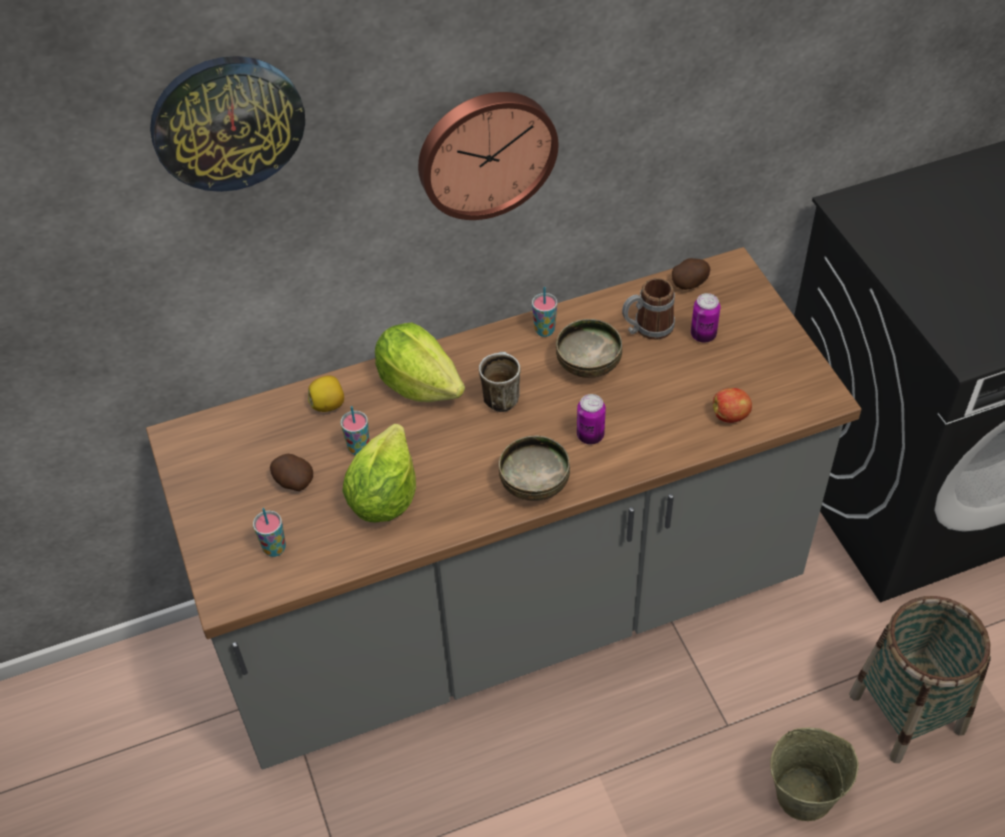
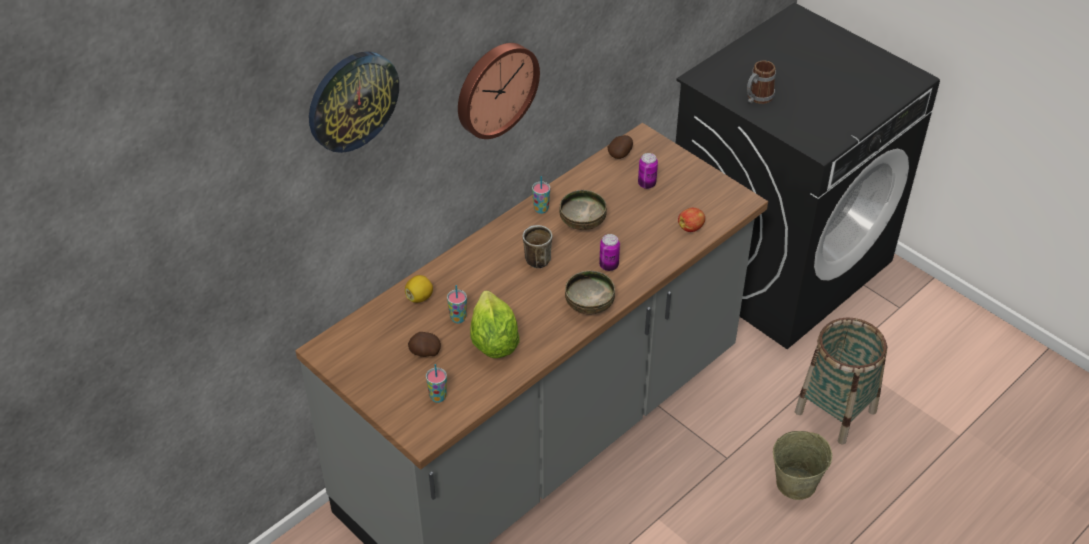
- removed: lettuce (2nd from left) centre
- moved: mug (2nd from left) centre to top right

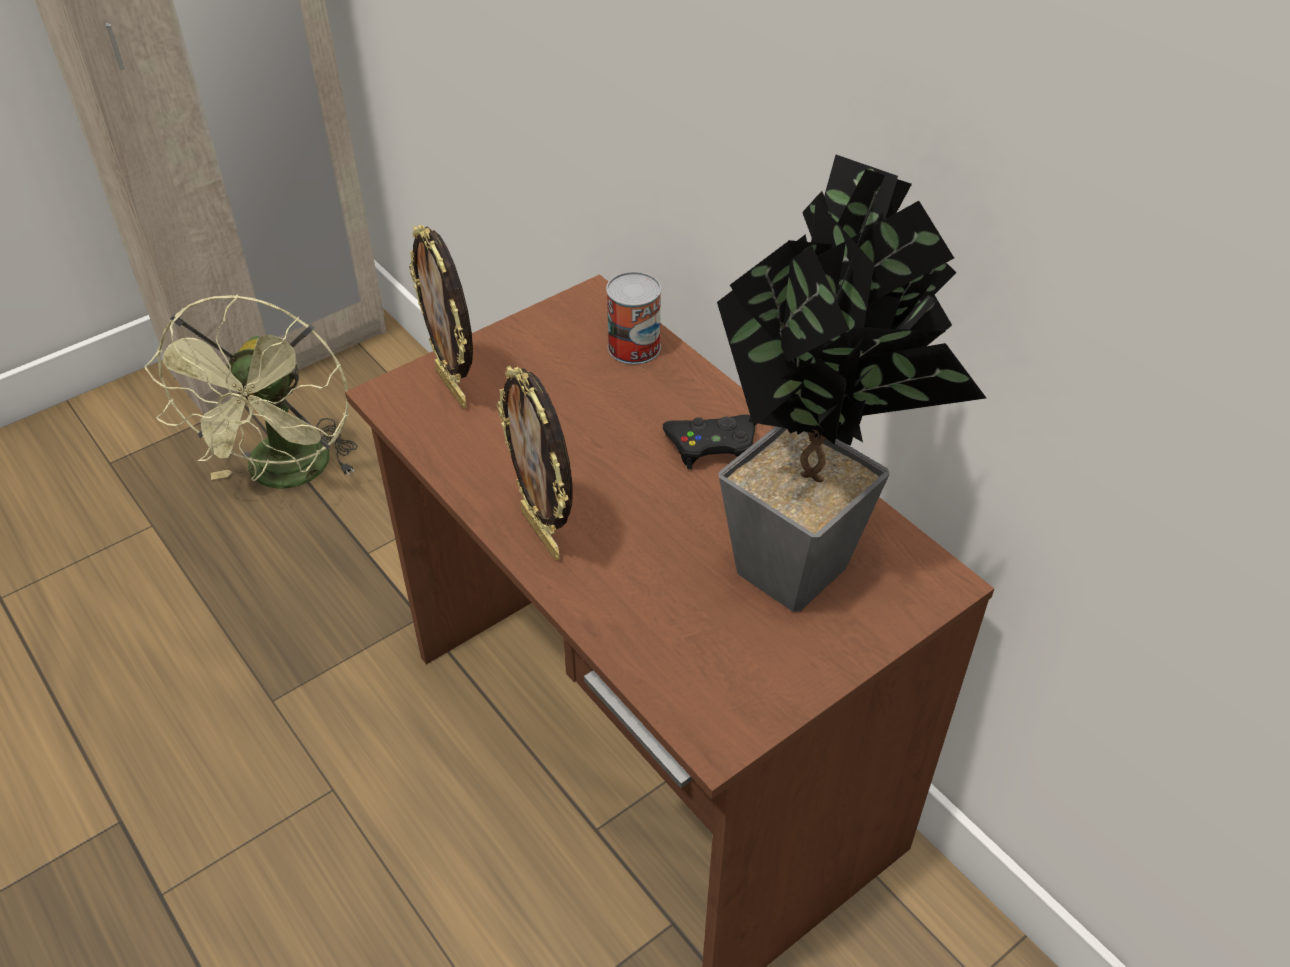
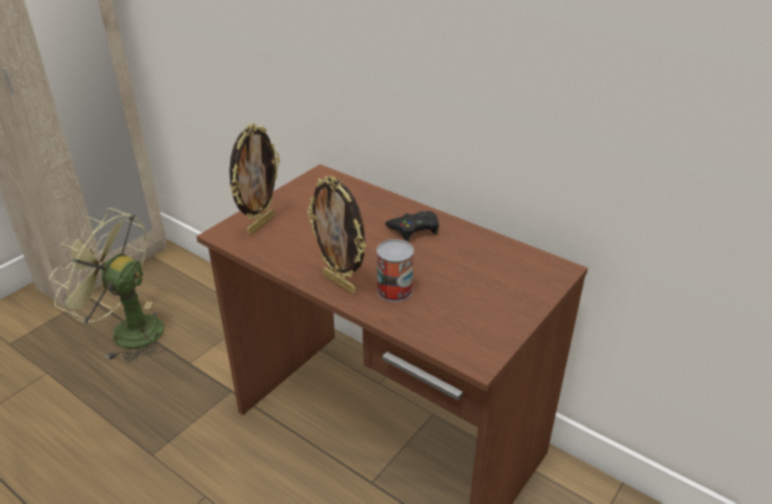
- removed: potted plant centre
- moved: can top centre to centre
- turned: green fan middle left = middle left 120 degrees clockwise
- turned: picture frame (1st from left) top centre = middle left 105 degrees counterclockwise

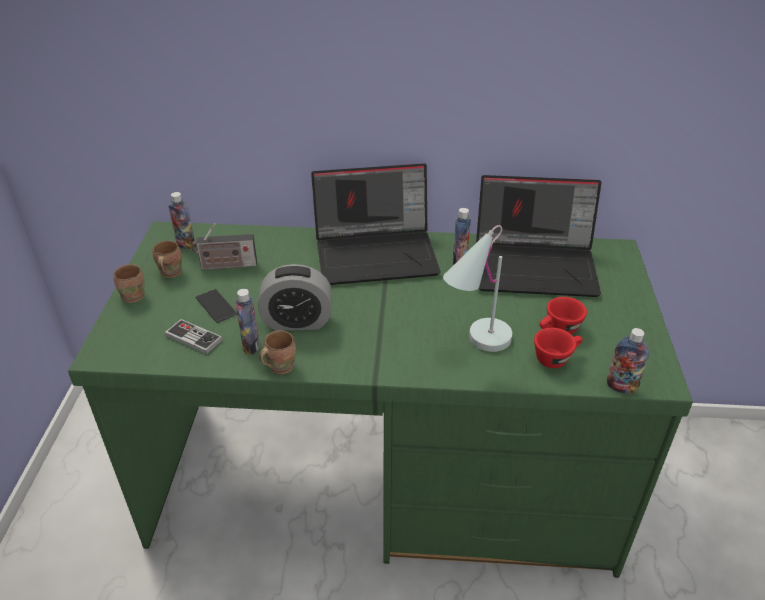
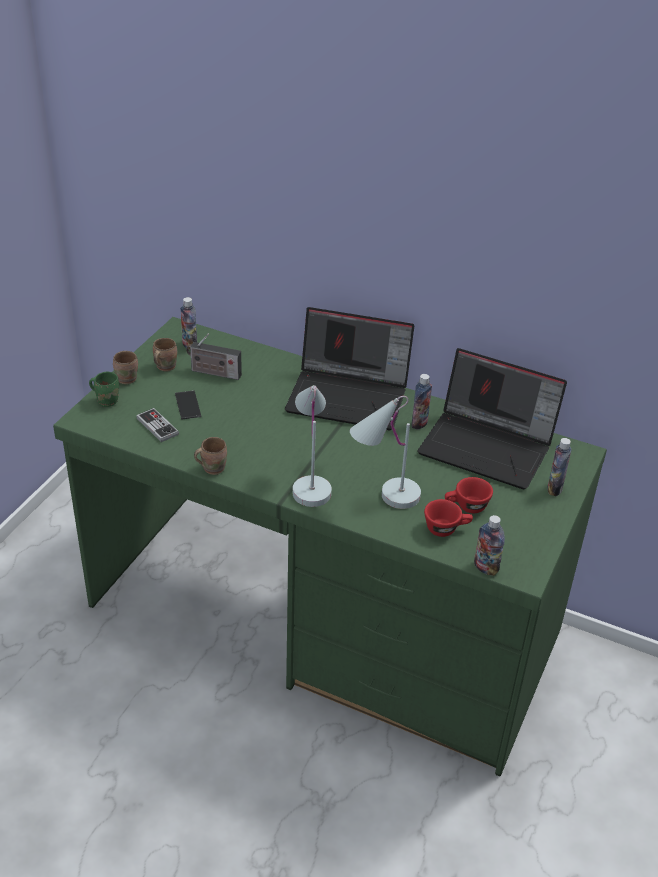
- removed: alarm clock centre
- added: green mug middle left
- added: white table lamp (1st from left) centre
- moved: bottle (2nd from left in the first image) middle left to bottle (4th from left) middle right

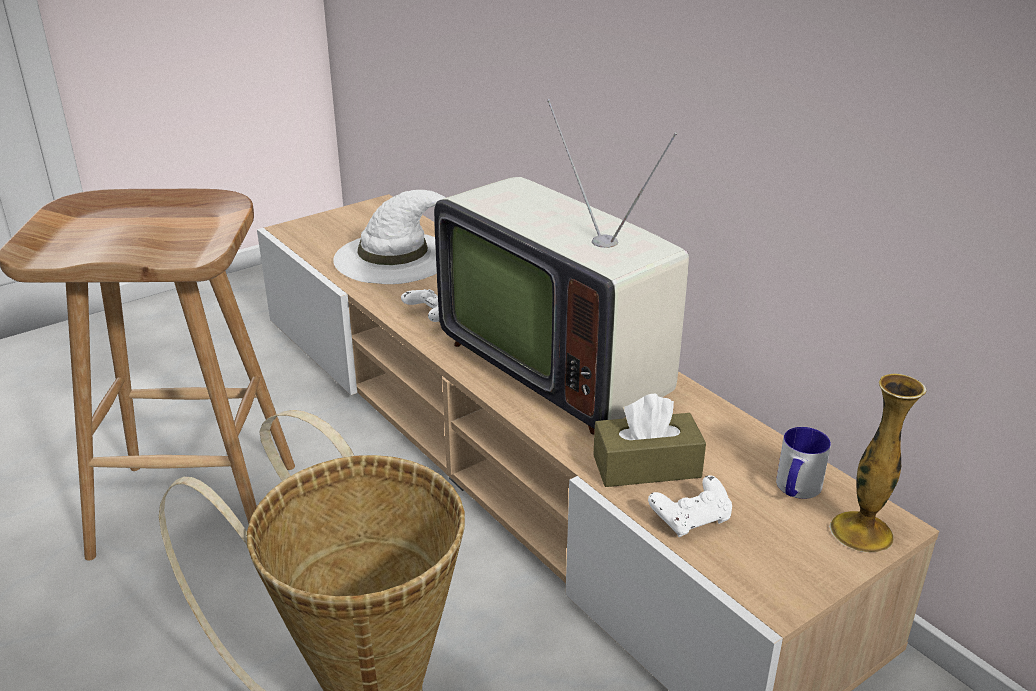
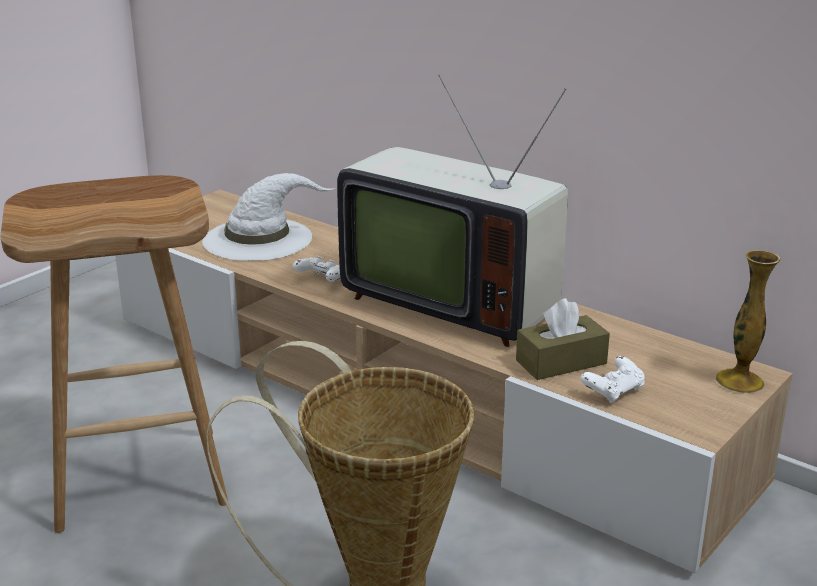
- removed: mug bottom right

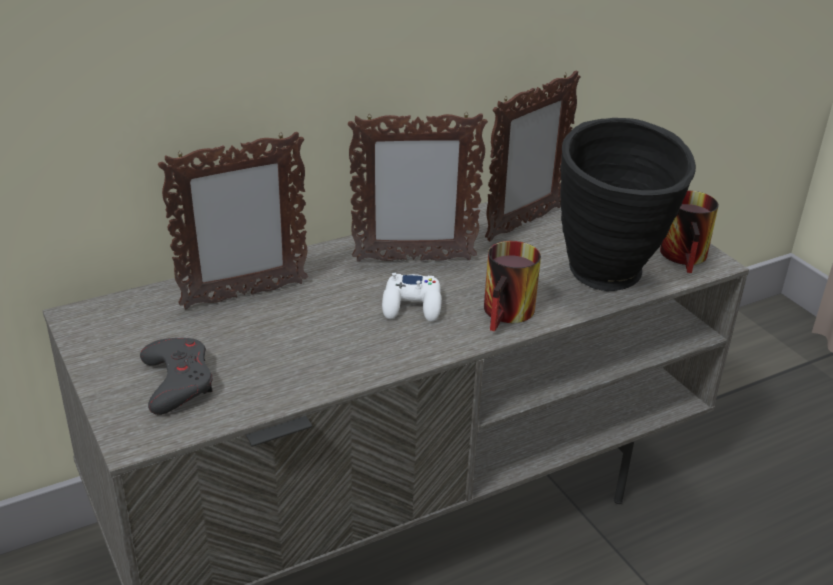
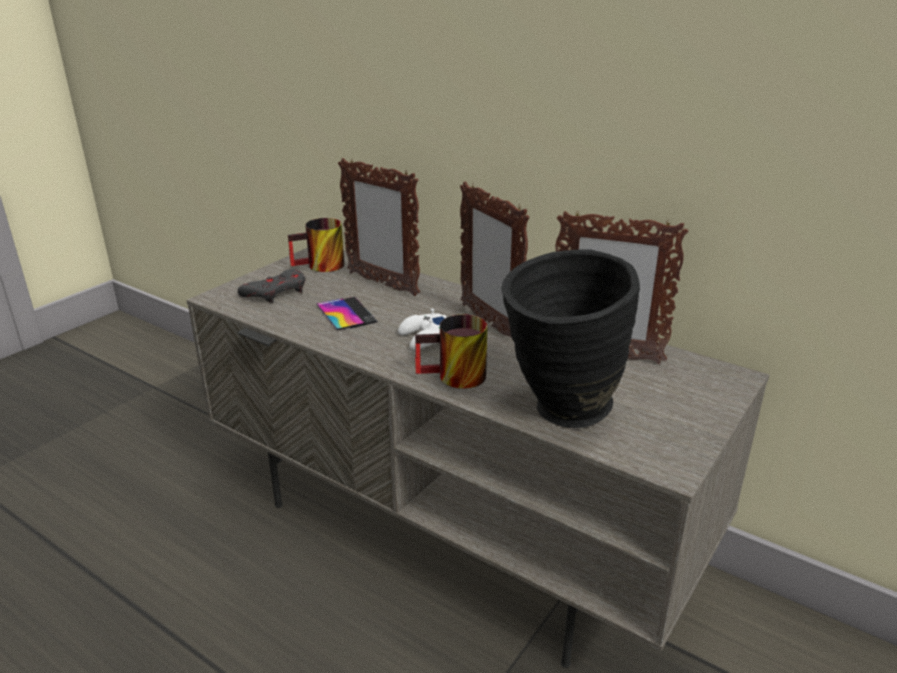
- added: phone centre
- moved: mug (2nd from left in the first image) middle right to mug (1st from left) centre

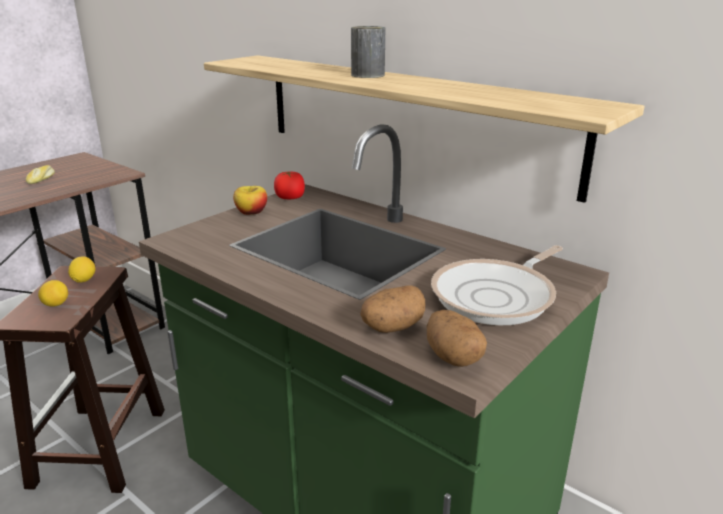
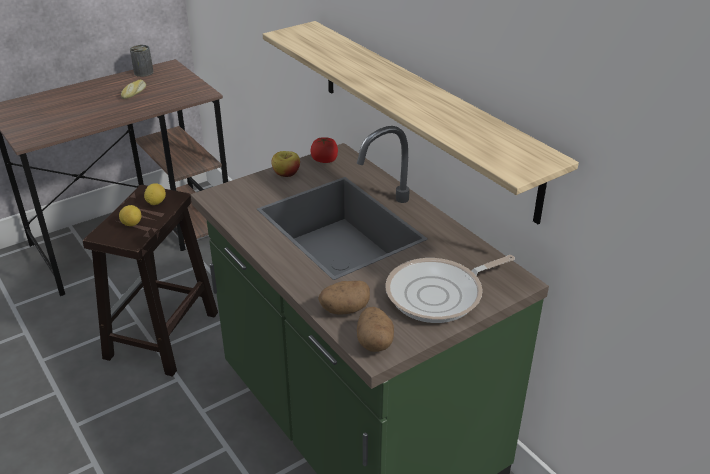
- moved: can top centre to top left

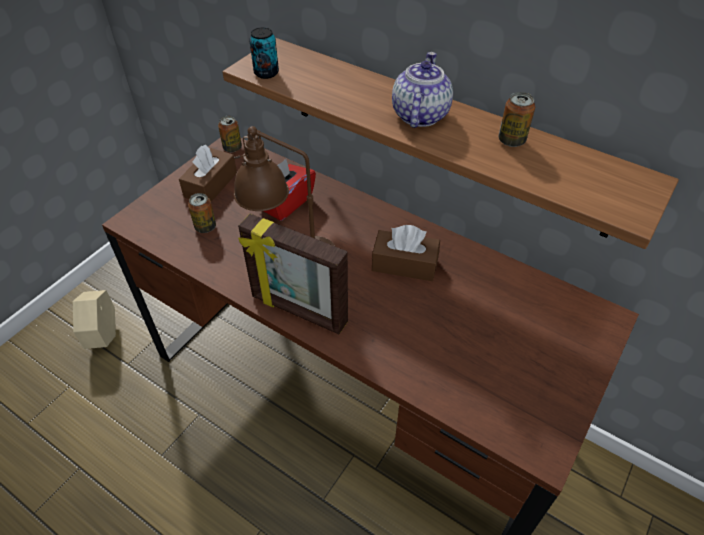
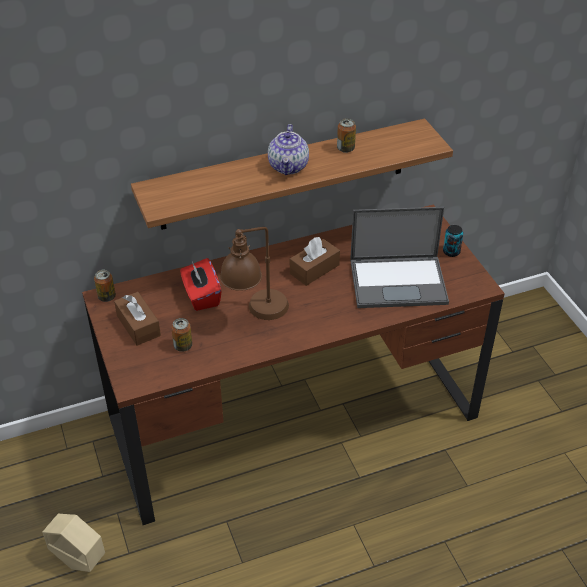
- removed: picture frame centre
- added: laptop middle right
- moved: can (3rd from left in the first image) top centre to can (4th from left) middle right
- turned: teapot top centre = top centre 135 degrees counterclockwise

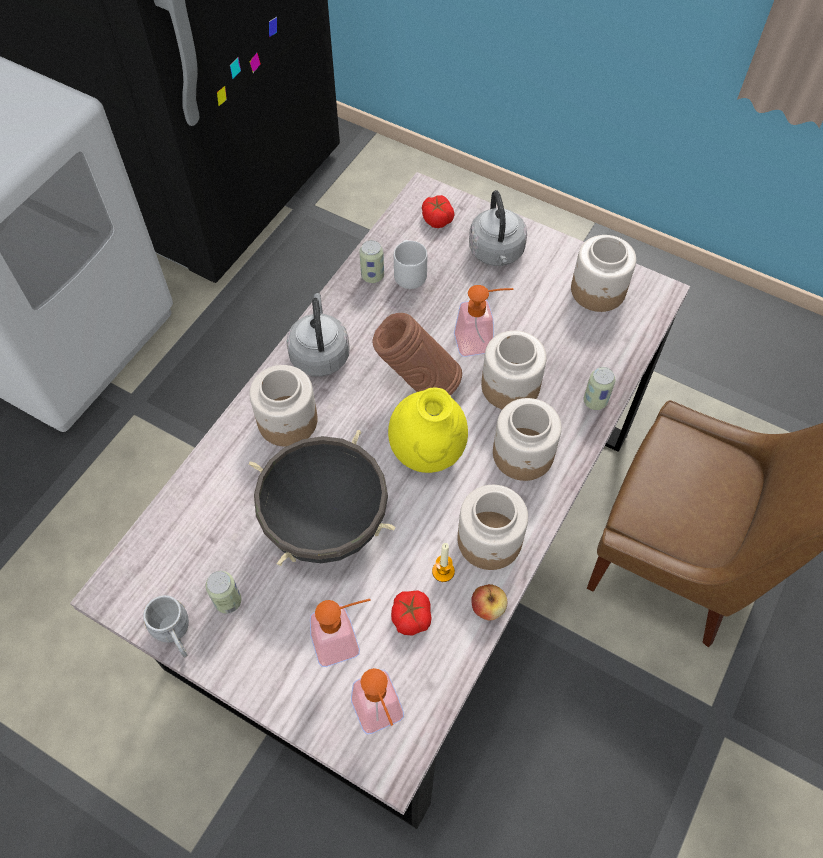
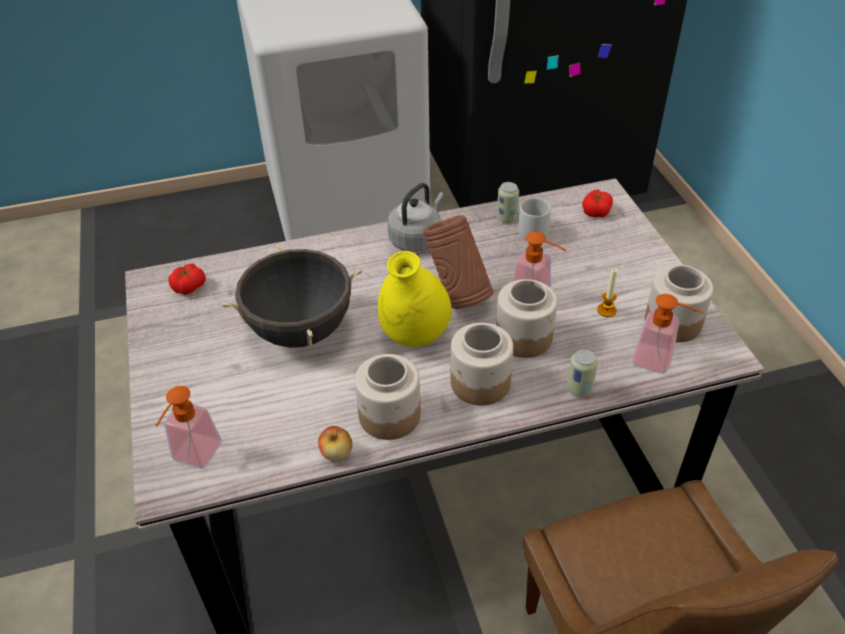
- removed: grey mug (1st from left) bottom left
- removed: can (1st from left) bottom left
- removed: jar (1st from left) centre
- removed: grey kettle (2nd from left) top centre
- moved: soap dispenser (1st from left in the first image) bottom centre to soap dispenser (3rd from left) middle right
- moved: tomato (1st from left) bottom centre to middle left
- moved: candle centre to middle right

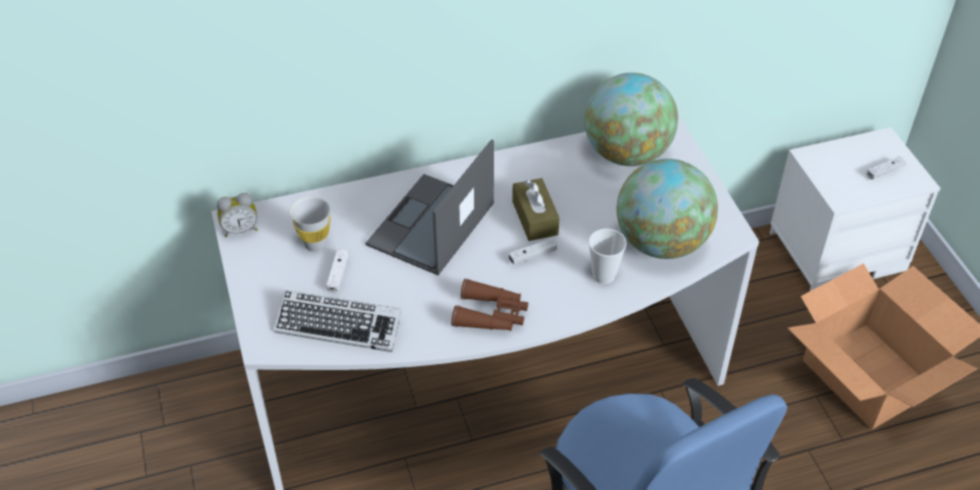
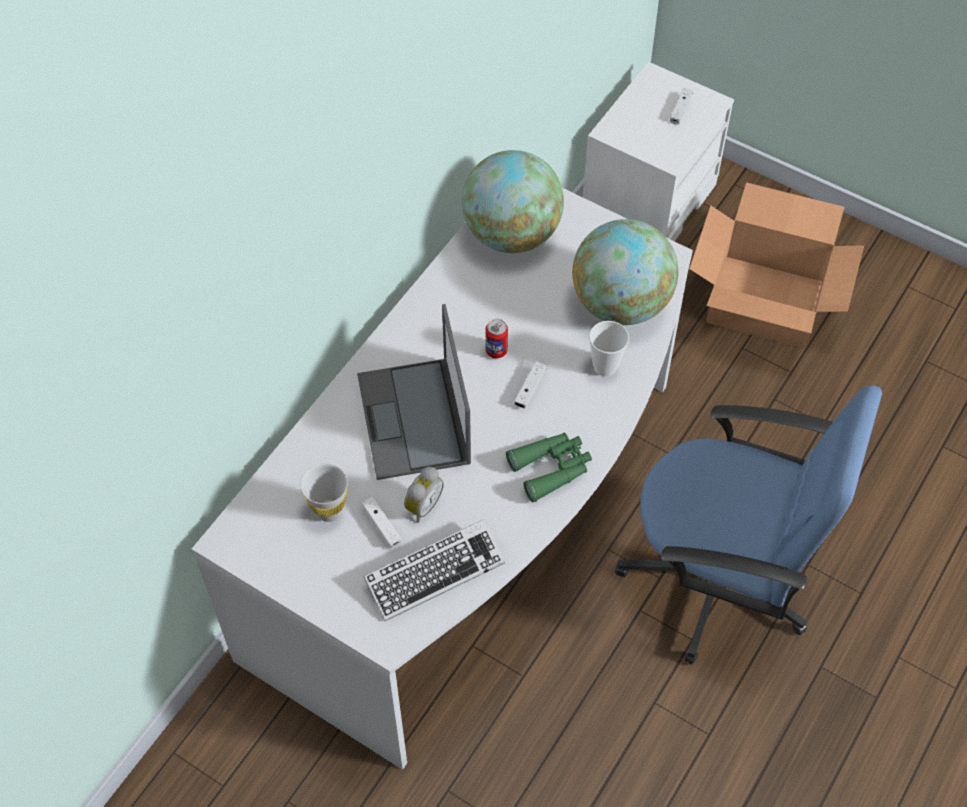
- moved: alarm clock middle left to centre
- replaced: brown tissue box centre to can centre
- recoloured: brown binoculars centre to green binoculars centre

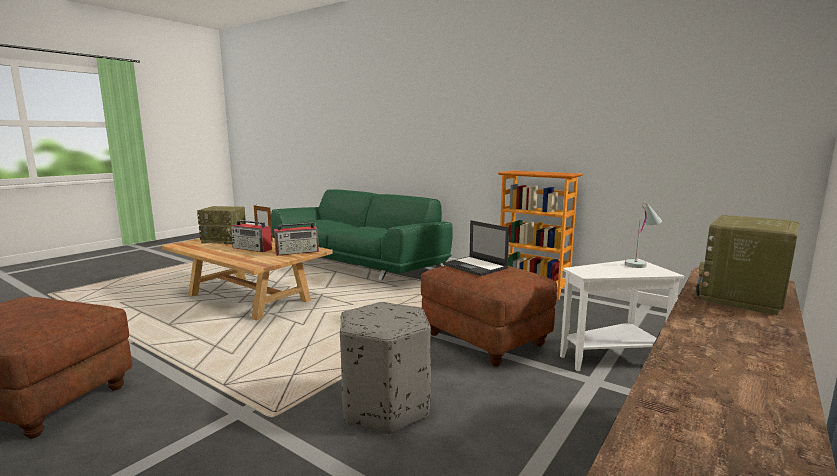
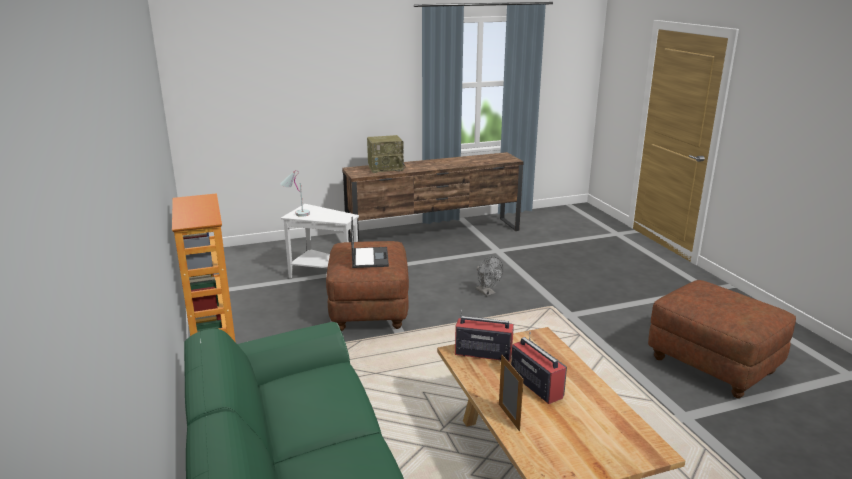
- removed: radio (1st from left) middle left
- replaced: grey ottoman bottom centre to grey fan centre

